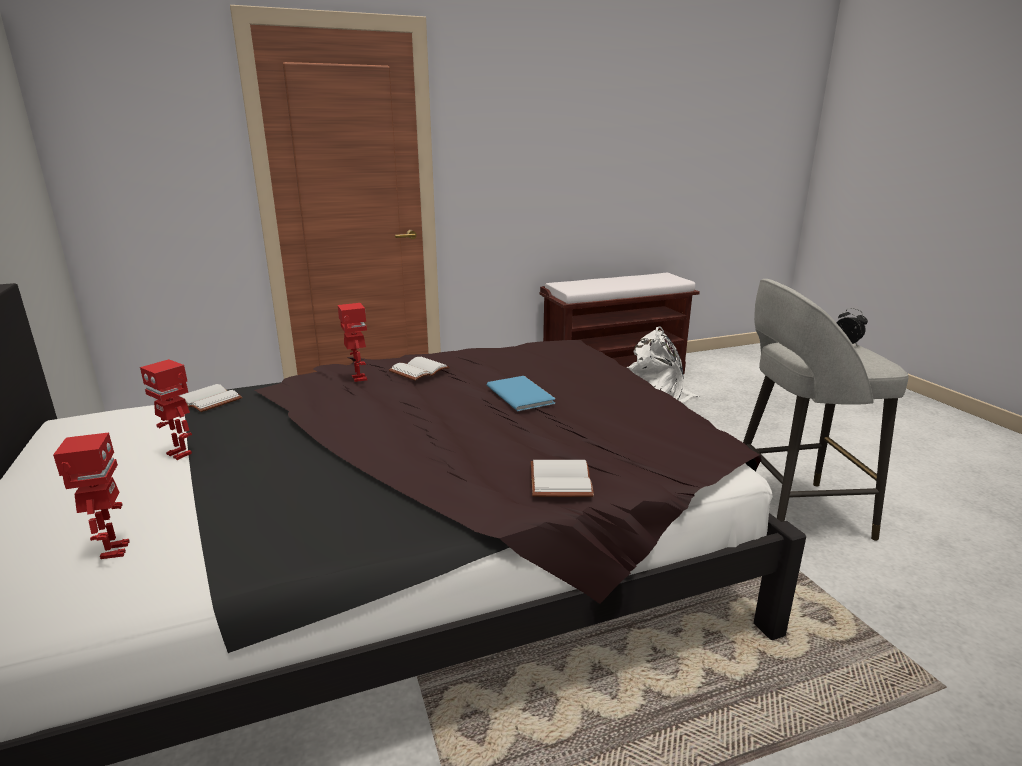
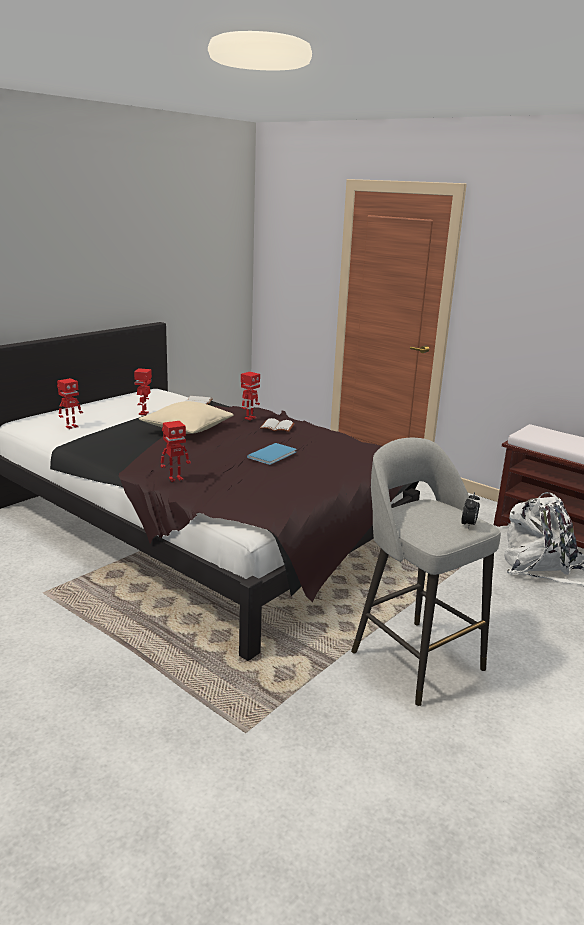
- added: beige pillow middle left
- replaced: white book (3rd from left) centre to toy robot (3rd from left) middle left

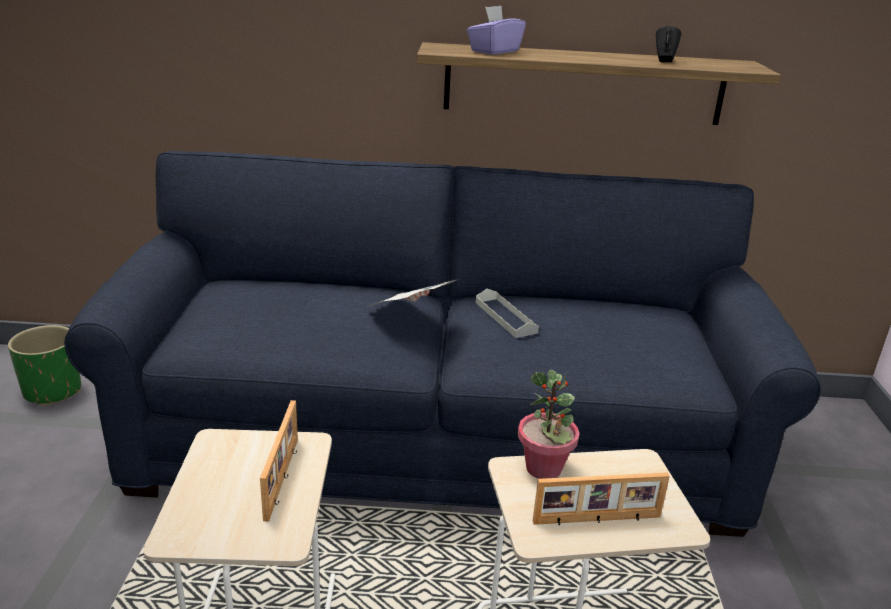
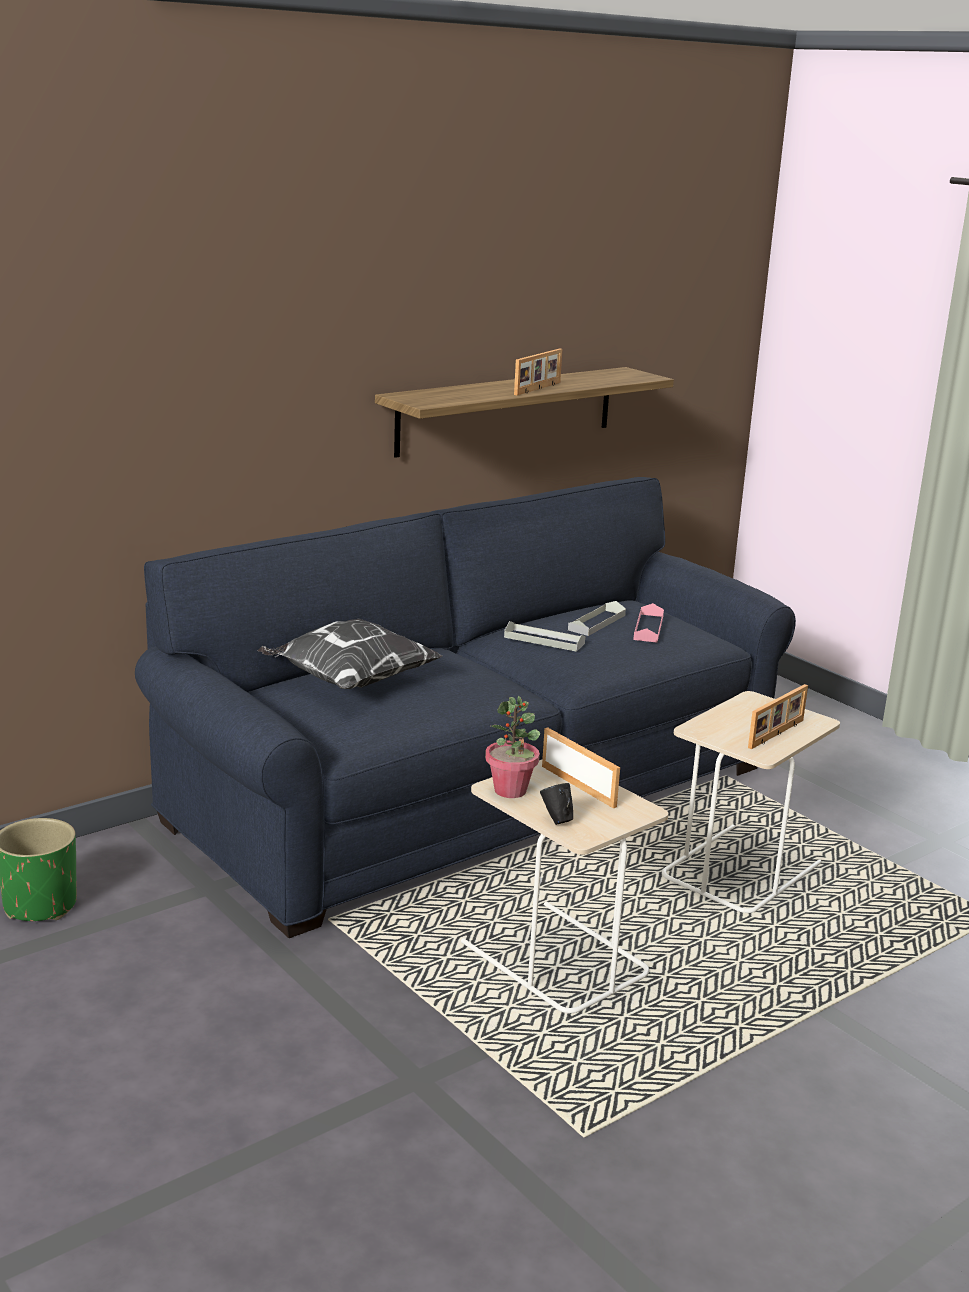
- removed: newspaper centre
- removed: purple tissue box top centre
- added: pillow centre
- added: picture frame (1st from left) top centre
- added: grey tray (2nd from left) centre
- added: pink tray middle right
- moved: potted plant bottom centre to centre
- moved: black mug top right to centre

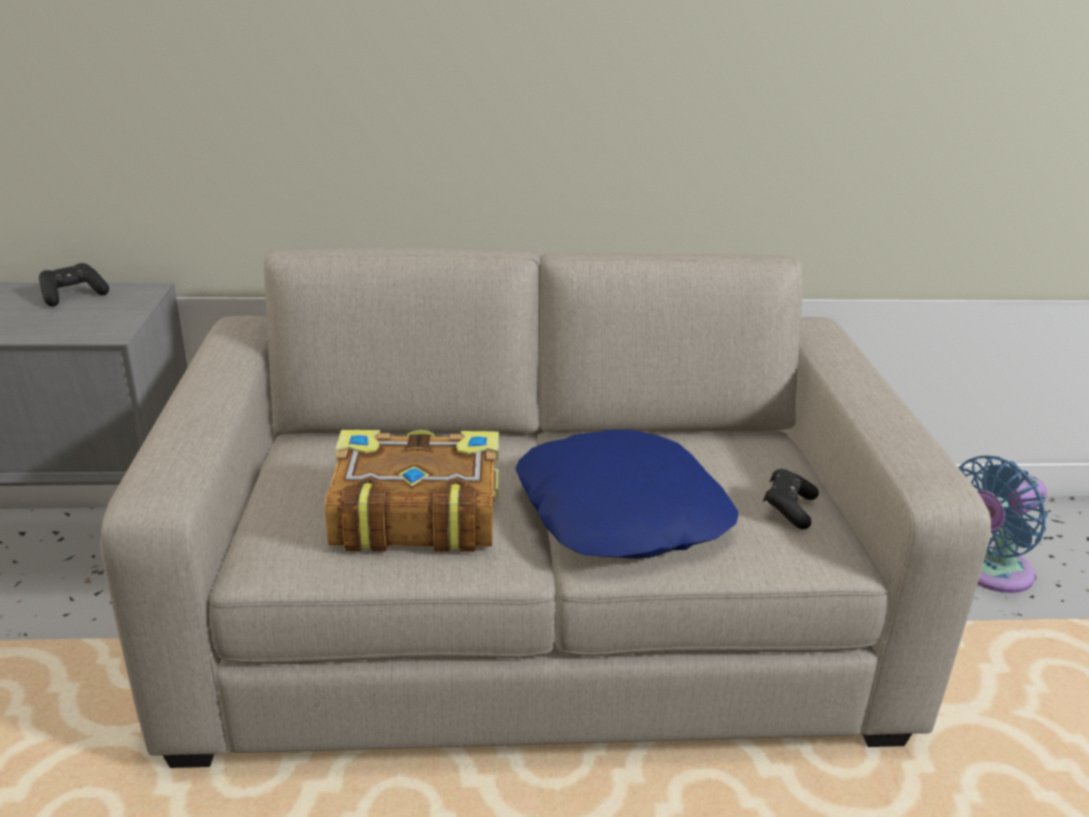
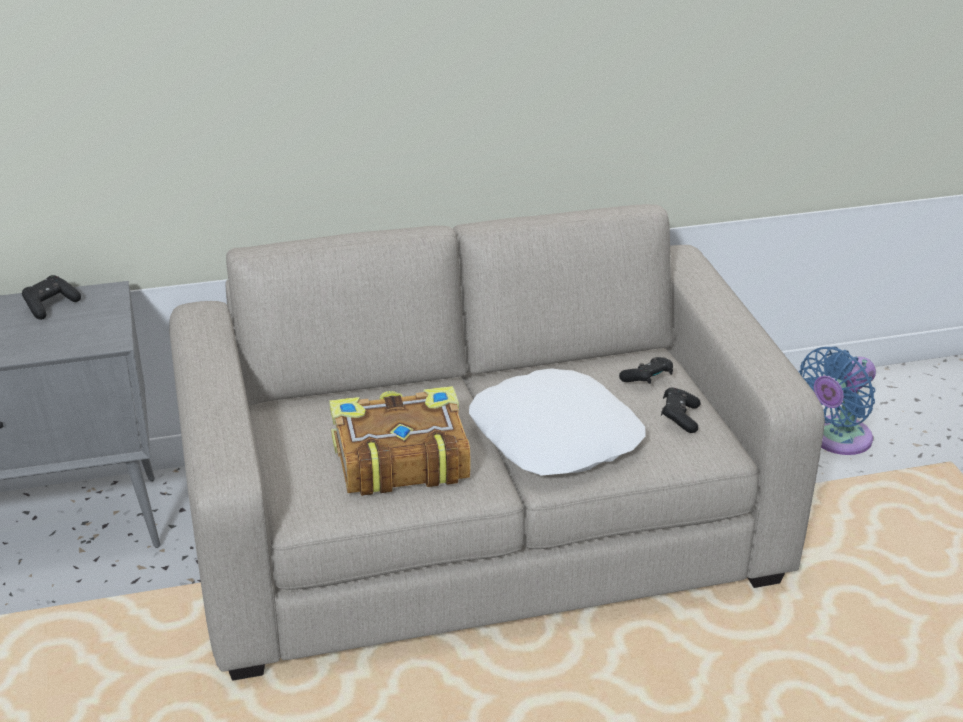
- added: black game controller (2nd from left) middle right
- recoloured: blue pillow centre to white pillow centre

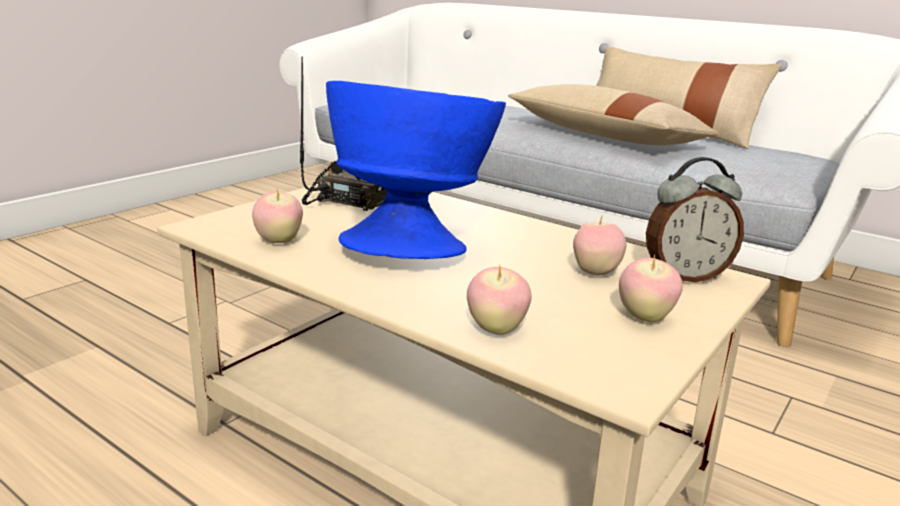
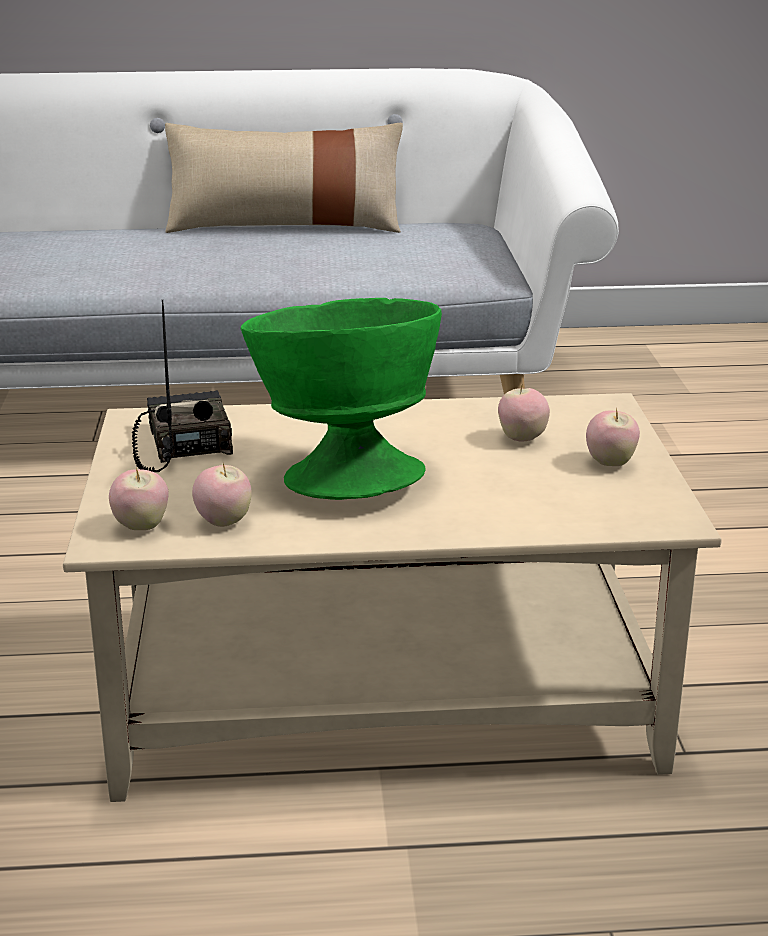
- removed: beige pillow (1st from left) top right
- removed: alarm clock middle right
- moved: apple (2nd from left in the first image) centre to apple (1st from left) middle left
- recoloured: blue bowl centre to green bowl centre

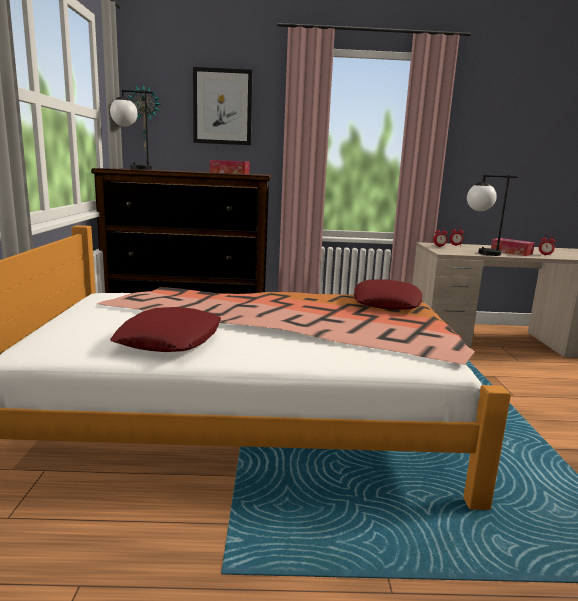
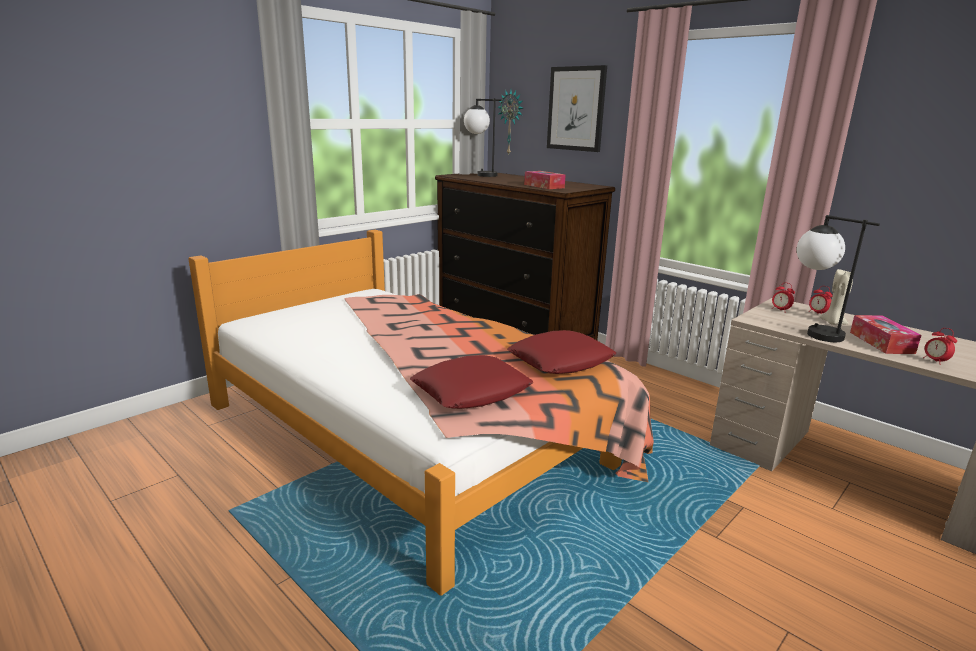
- added: beige candle middle right
- moved: red pillow (1st from left) middle left to centre

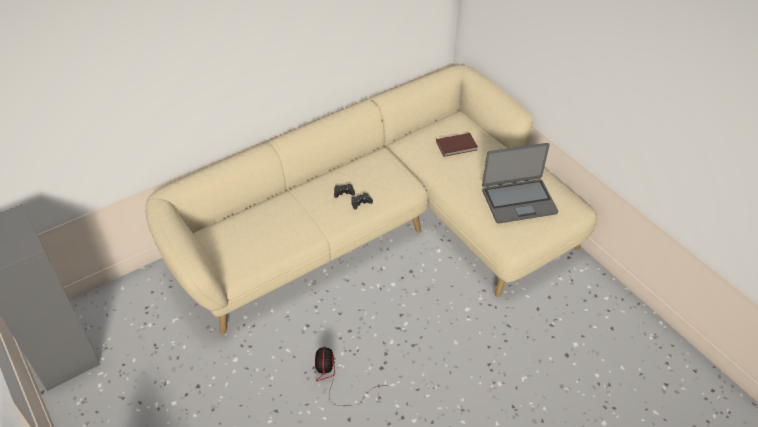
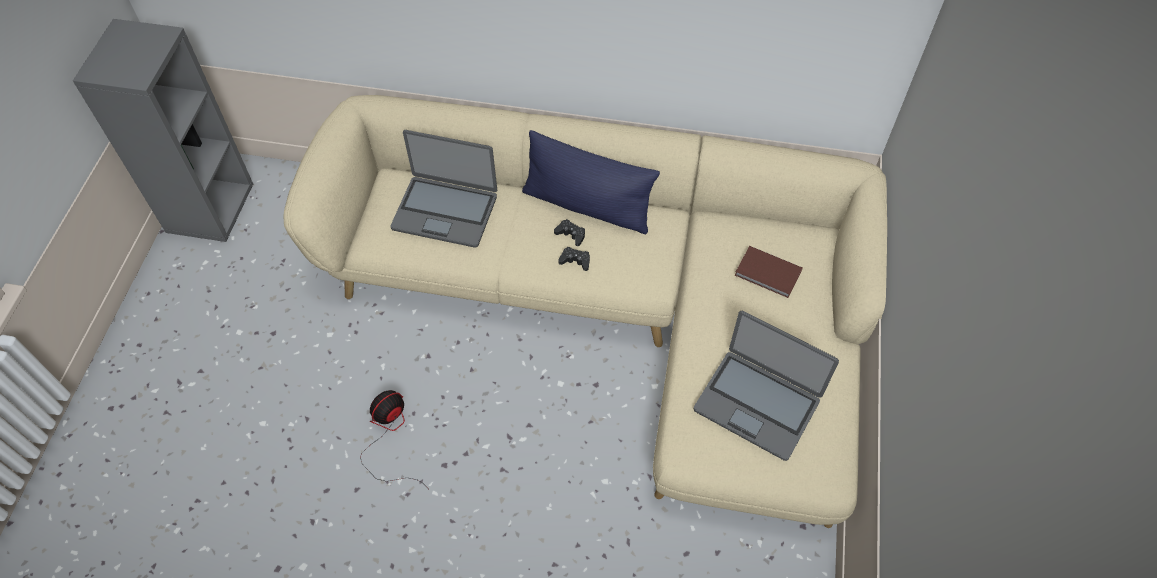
- added: laptop (1st from left) top centre
- added: blue pillow top centre

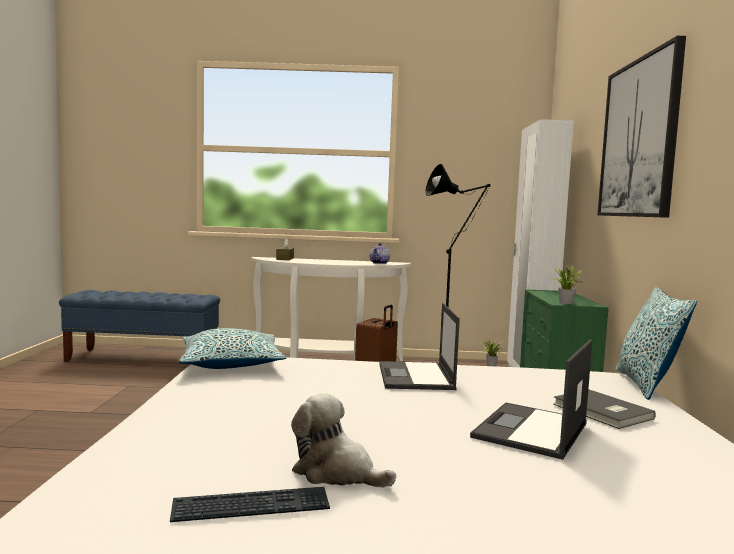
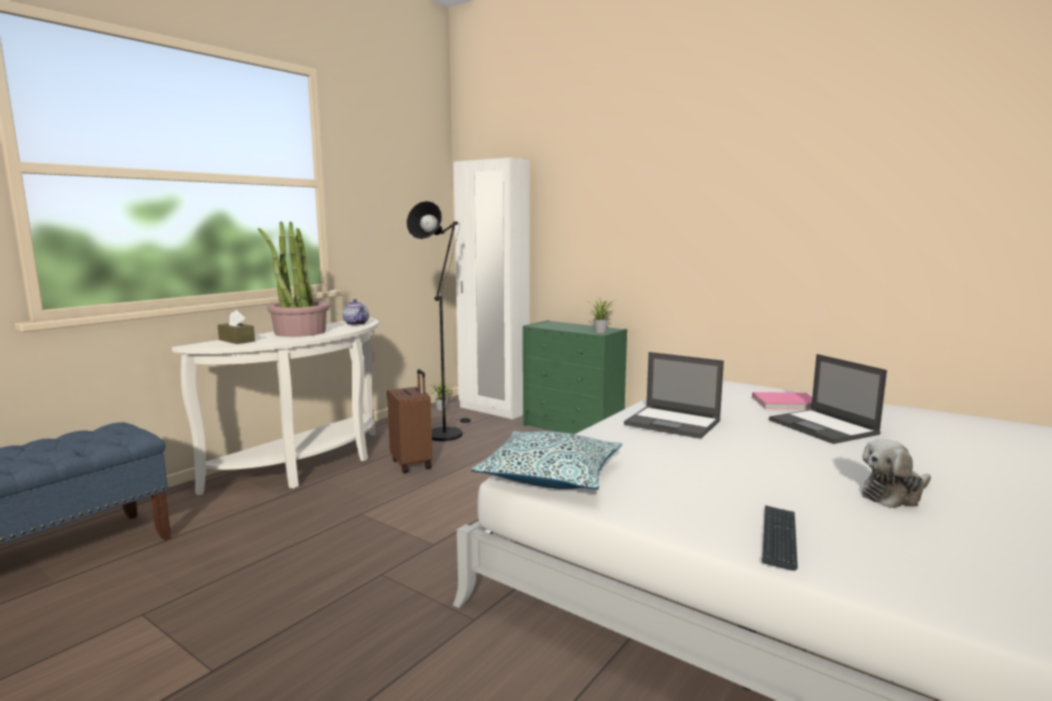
- removed: picture top right
- removed: pillow (2nd from left) middle right
- added: potted plant (1st from left) middle left
- moved: keyboard bottom centre to bottom right
- recoloured: grey book bottom right to pink book middle right

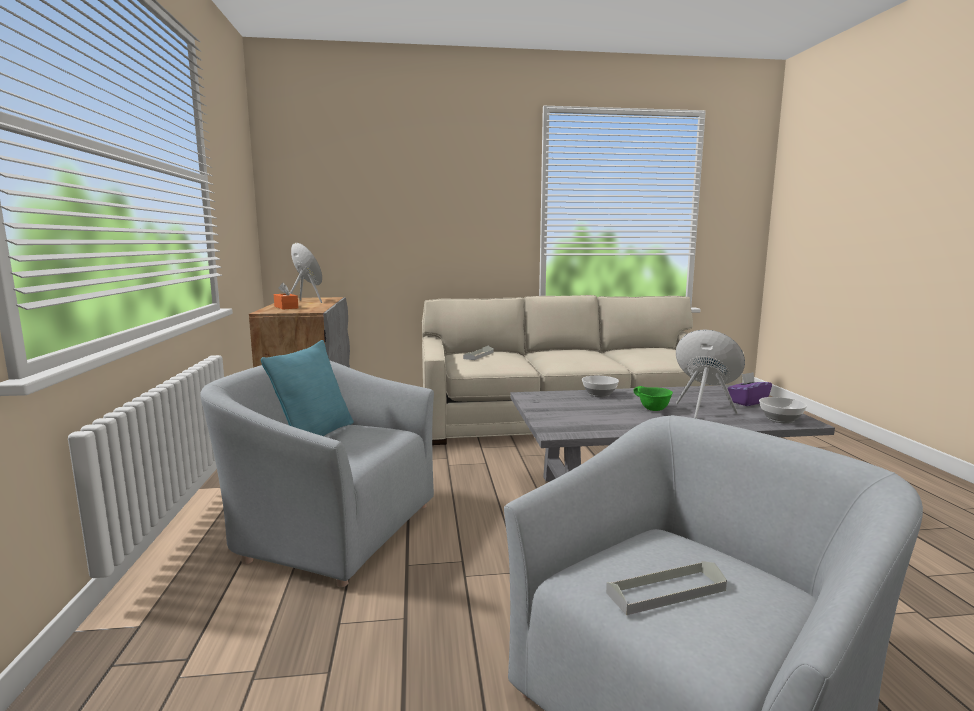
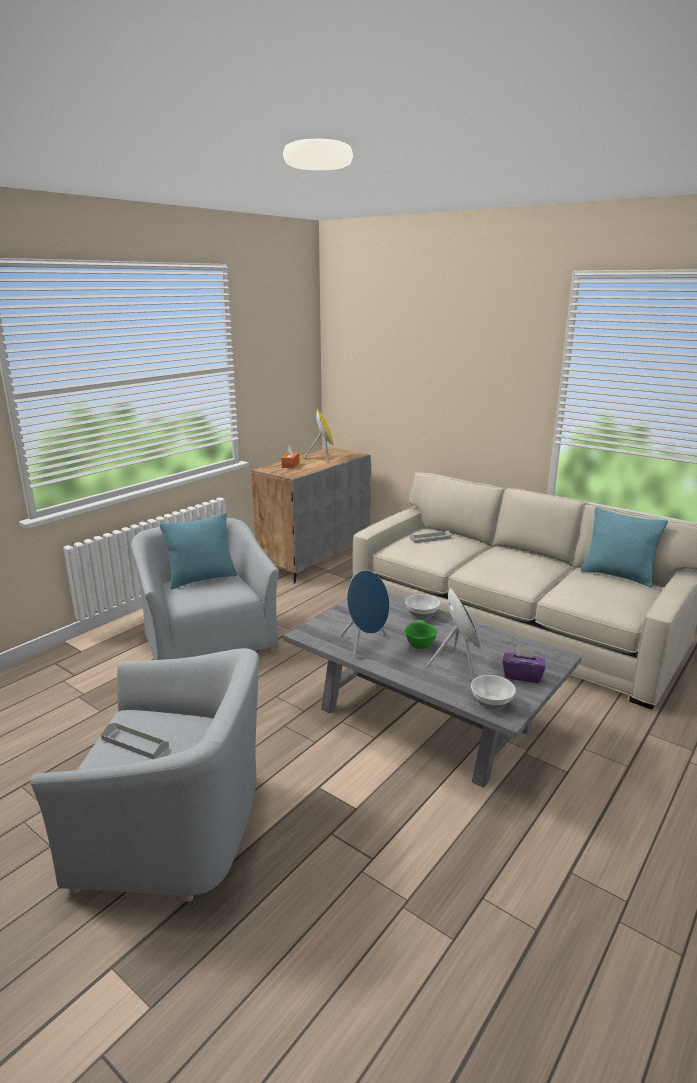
- added: blue speaker (1st from left) centre
- added: turquoise pillow (2nd from left) middle right

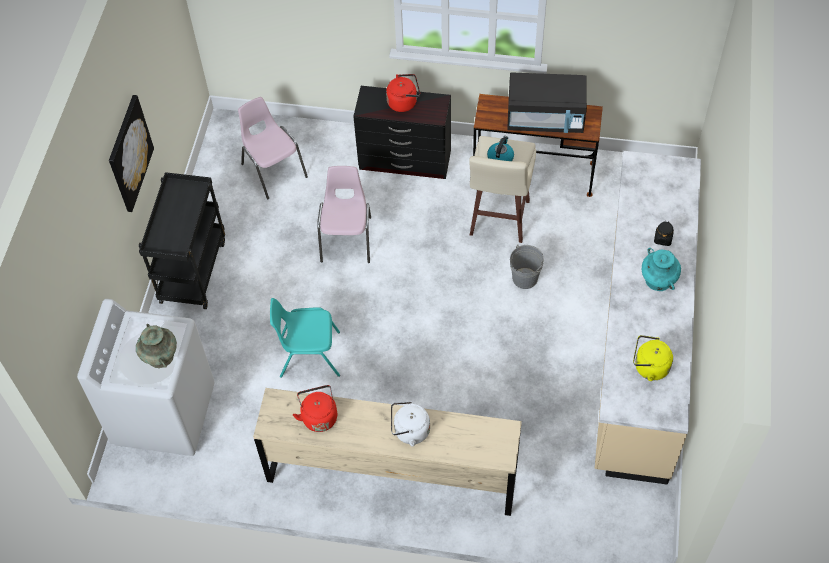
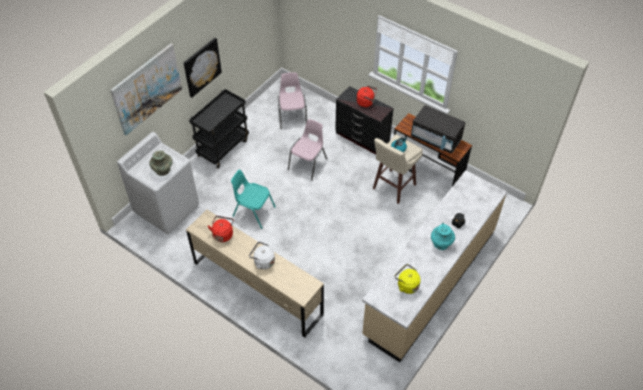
- removed: grey bucket centre
- added: picture (1st from left) top left

